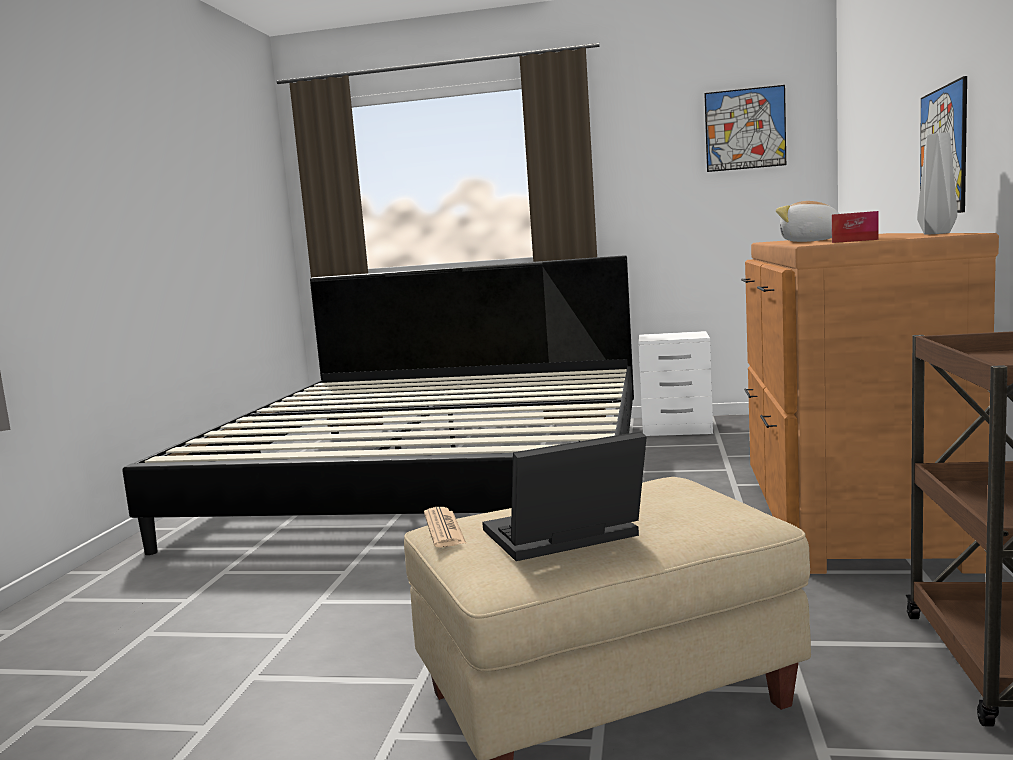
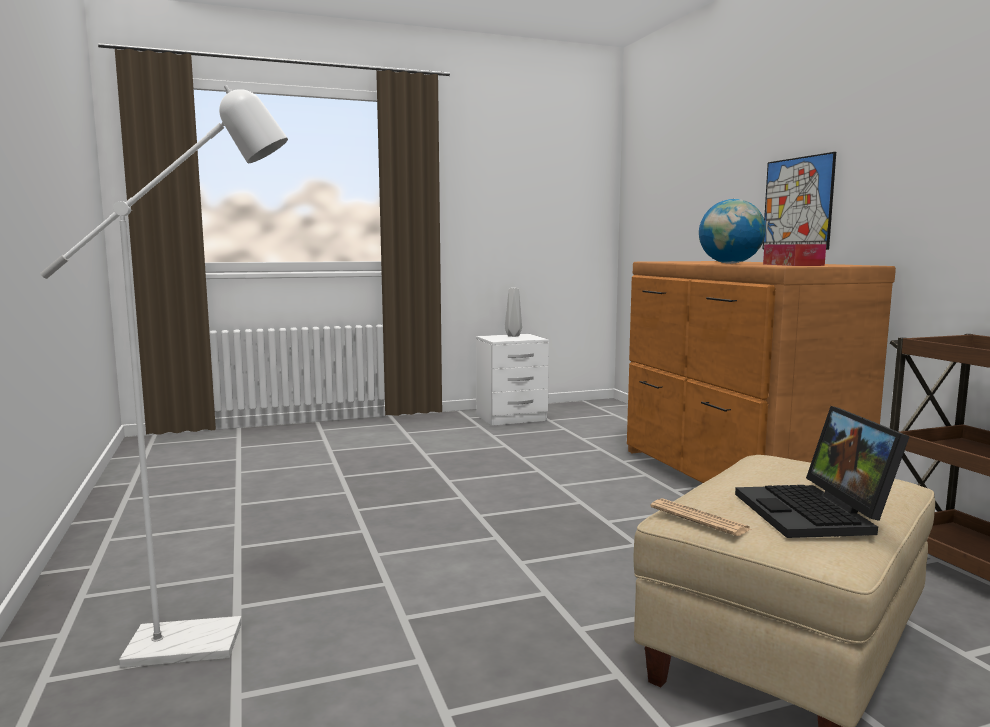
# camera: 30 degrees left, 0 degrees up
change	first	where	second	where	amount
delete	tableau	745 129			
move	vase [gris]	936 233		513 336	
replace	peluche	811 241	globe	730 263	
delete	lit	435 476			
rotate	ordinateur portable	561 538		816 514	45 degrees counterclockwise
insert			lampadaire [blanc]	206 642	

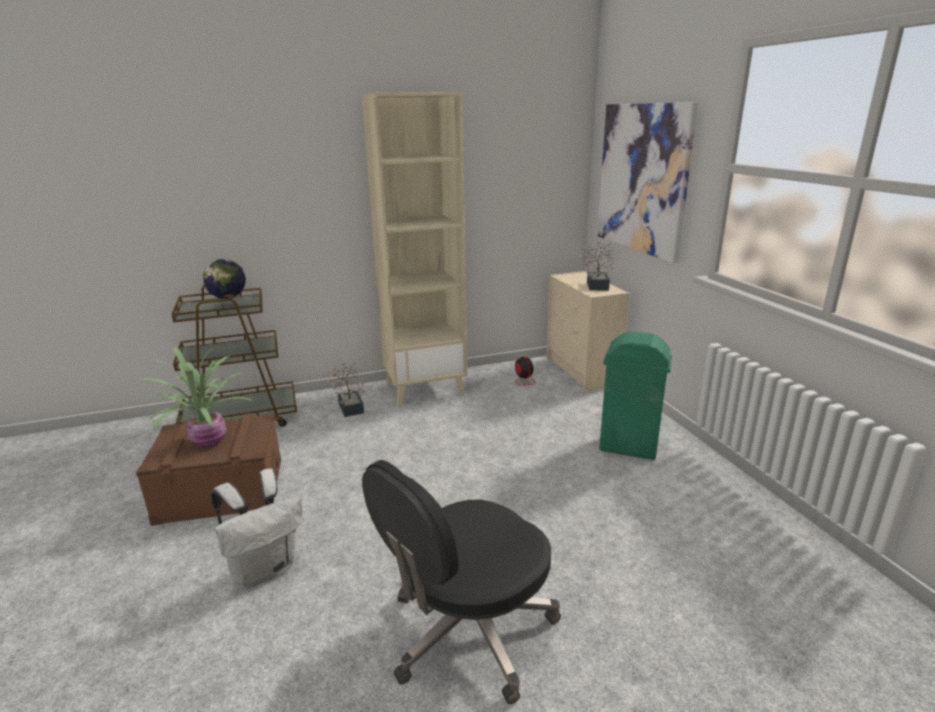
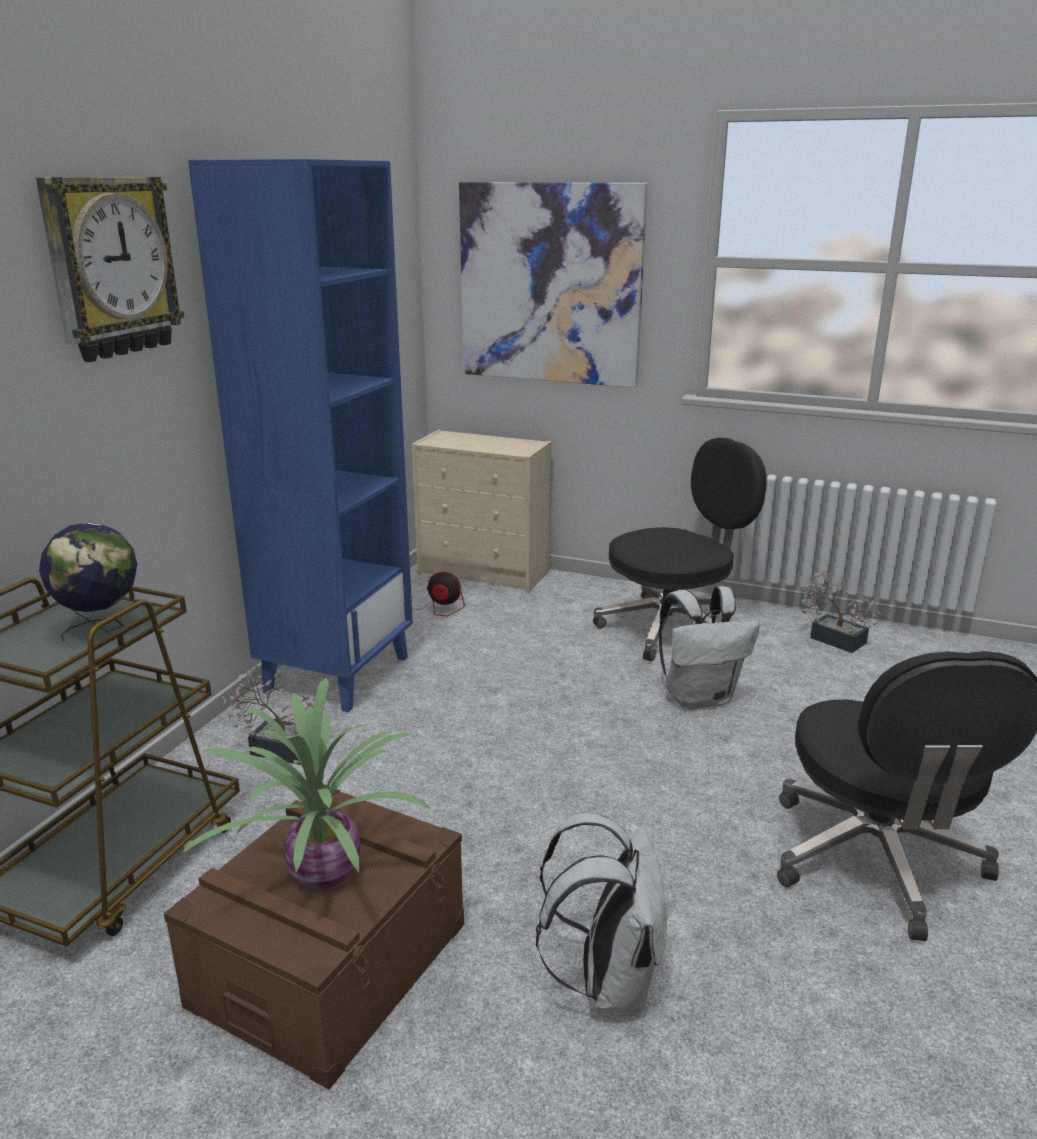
# camera: 50 degrees left, 0 degrees up
change	first	where	second	where	amount
recolor	bibliothèque [beige]	425 388	bibliothèque [bleu]	337 673	
move	plante en pot	597 285		832 638	
replace	poubelle [vert]	629 448	chaise de bureau [noir]	673 628	
insert			horloge murale	111 267	
insert			sac à dos [blanc]	700 697	

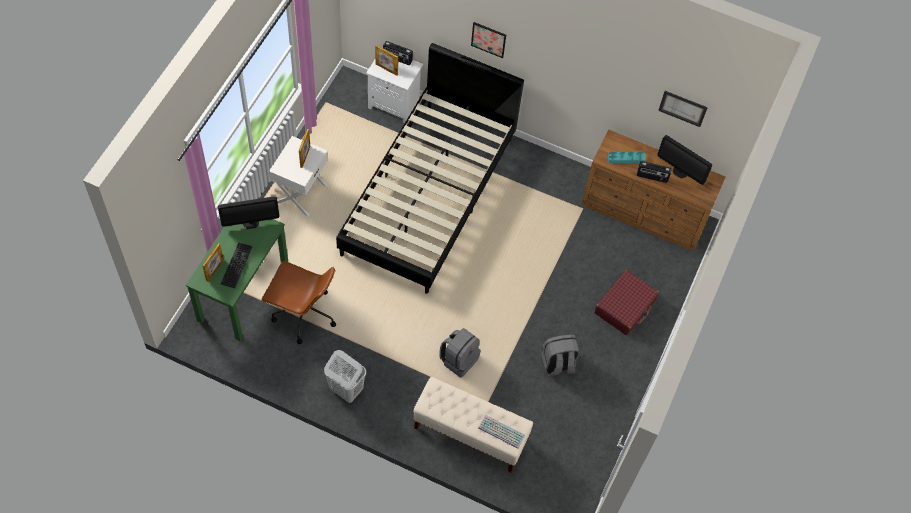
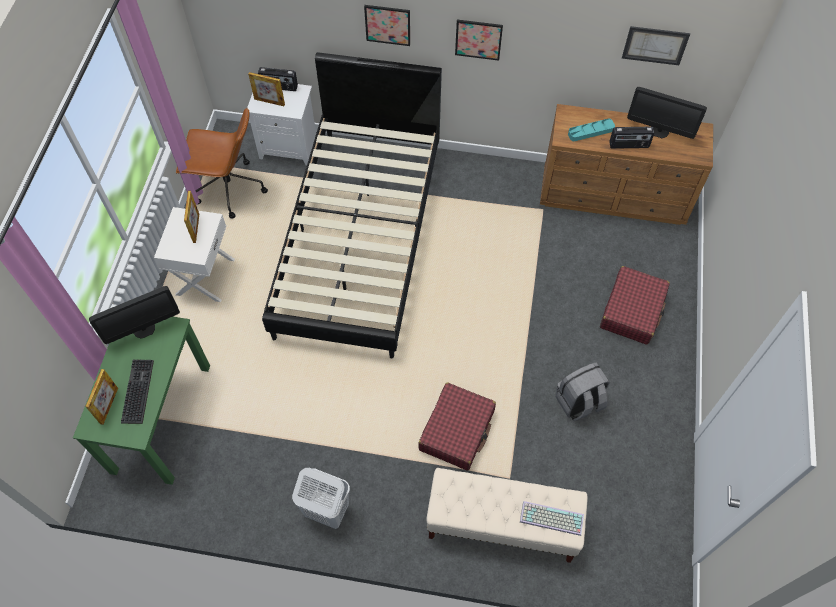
# camera: 10 degrees left, 0 degrees up
change	first	where	second	where	amount
move	chaise de bureau [marron]	303 314		228 189	
replace	sac à dos [gris]	459 359	valise [rouge]	457 430	
insert			tableau	478 39	

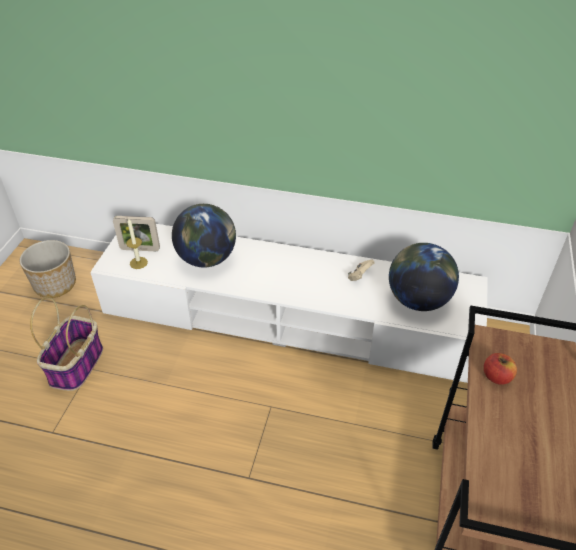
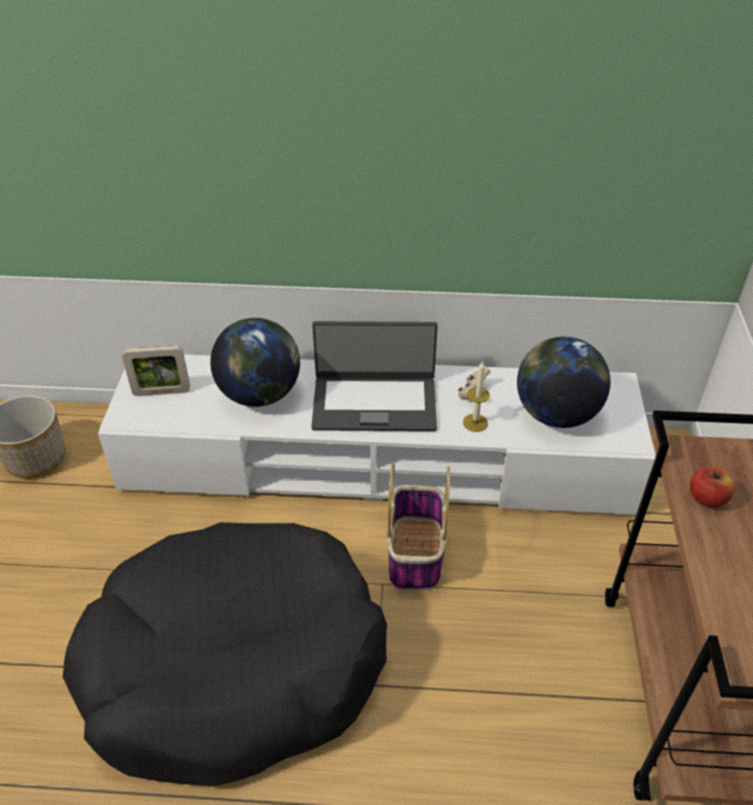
# camera: 10 degrees left, 0 degrees up
change	first	where	second	where	amount
move	bougie	138 263		475 423	
move	panier	76 366		416 555	
insert			ordinateur portable	374 403	
insert			panier pour chien [noir]	234 666	

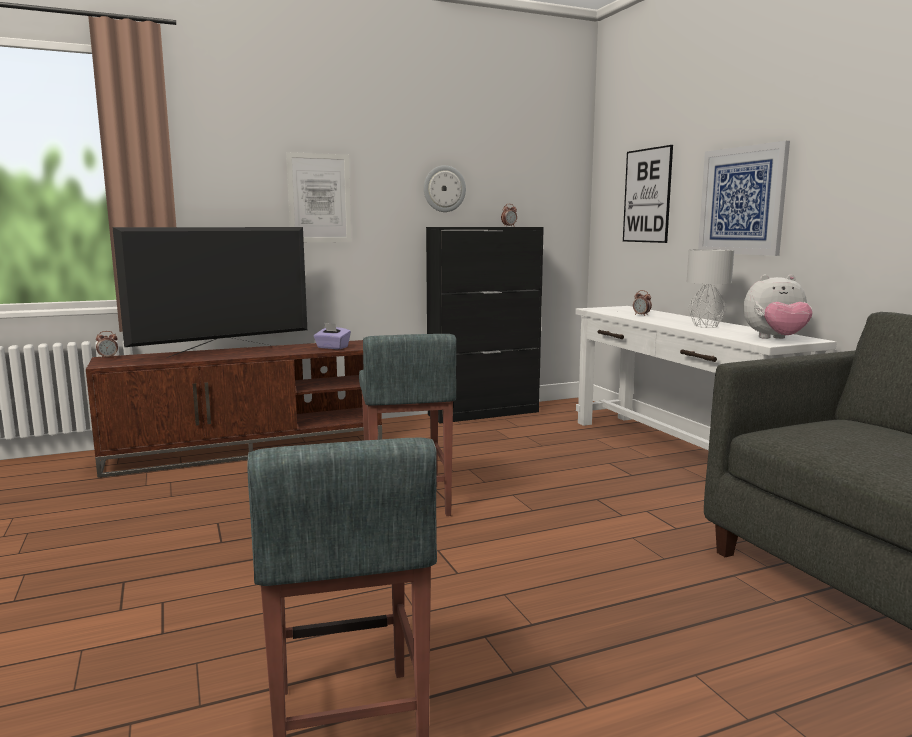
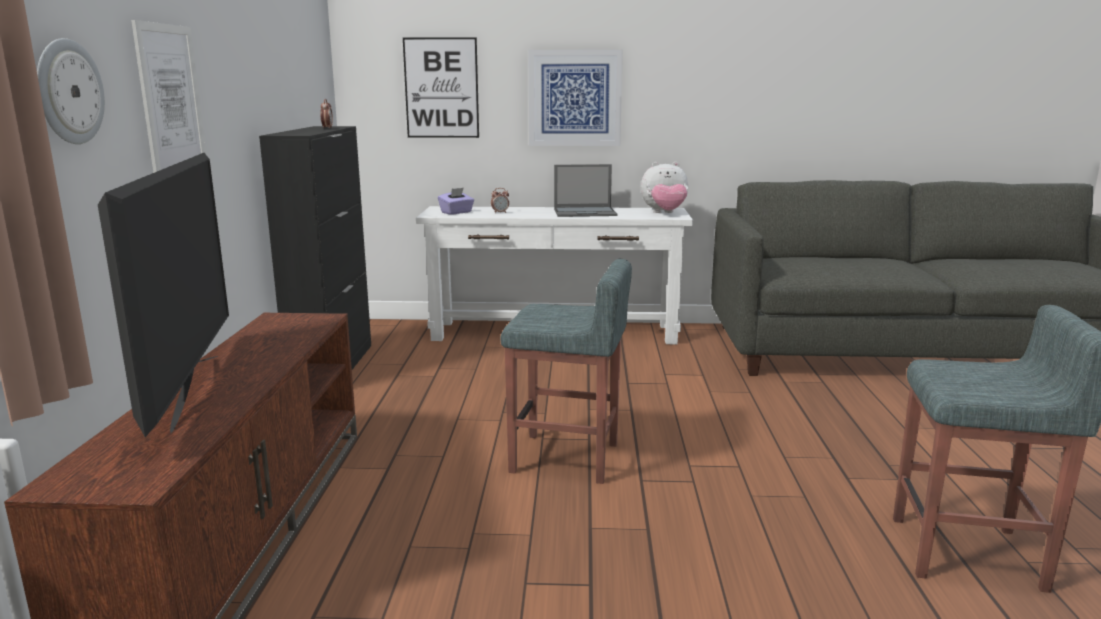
# camera: 65 degrees left, 5 degrees up
change	first	where	second	where	amount
move	horloge murale	444 189		68 92	
replace	lampe de table [gris]	706 326	ordinateur portable	585 212	
rotate	peluche	775 339		664 213	60 degrees clockwise
move	boîte à mouchoirs [violet]	332 347		456 212	
delete	réveil	108 358			

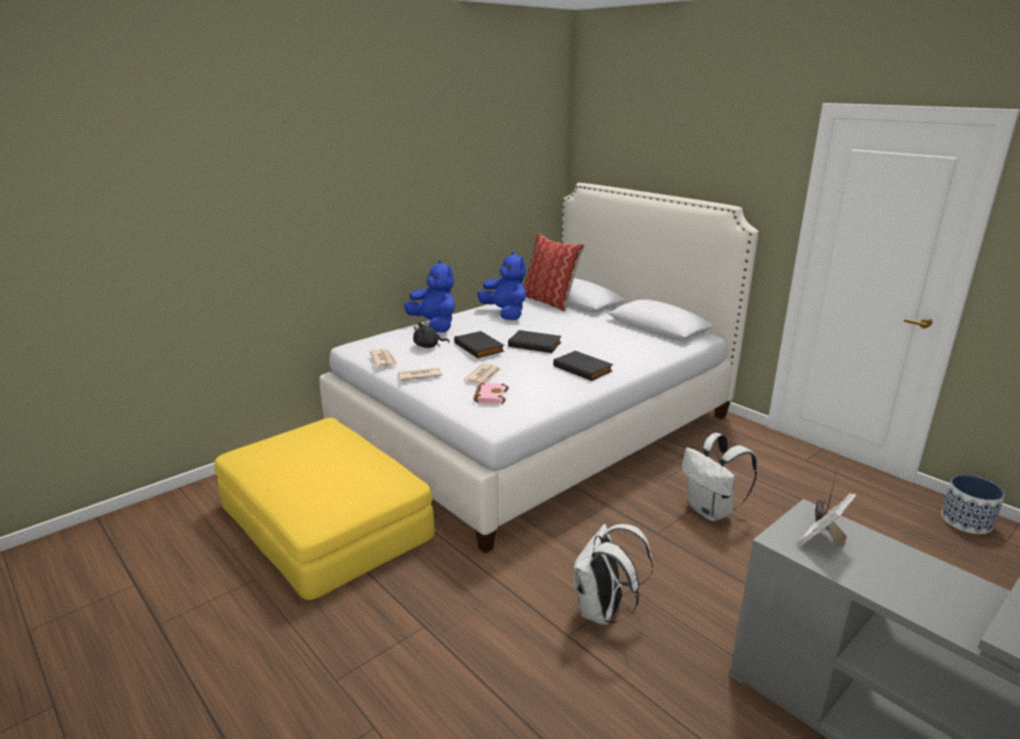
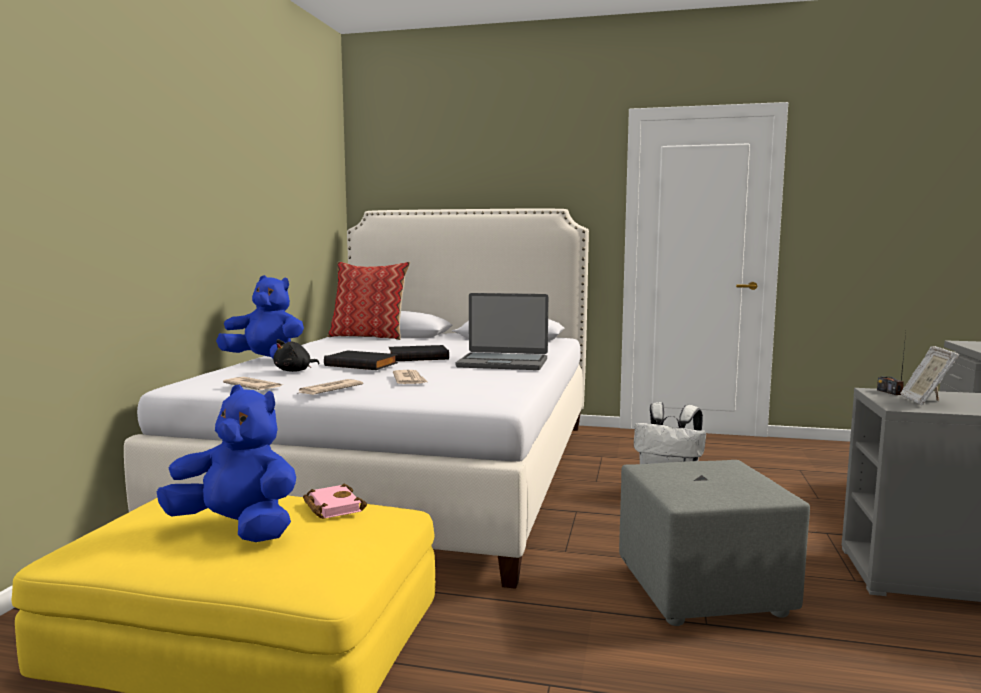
# camera: 35 degrees left, 15 degrees down
change	first	where	second	where	amount
move	peluche [bleu]	505 314		237 529	
replace	livre [noir]	584 368	ordinateur portable	503 363	
move	livre [rose]	490 396		331 506	
delete	cache-pot	965 521			
replace	sac à dos [blanc]	603 612	pouf [gris]	705 591	

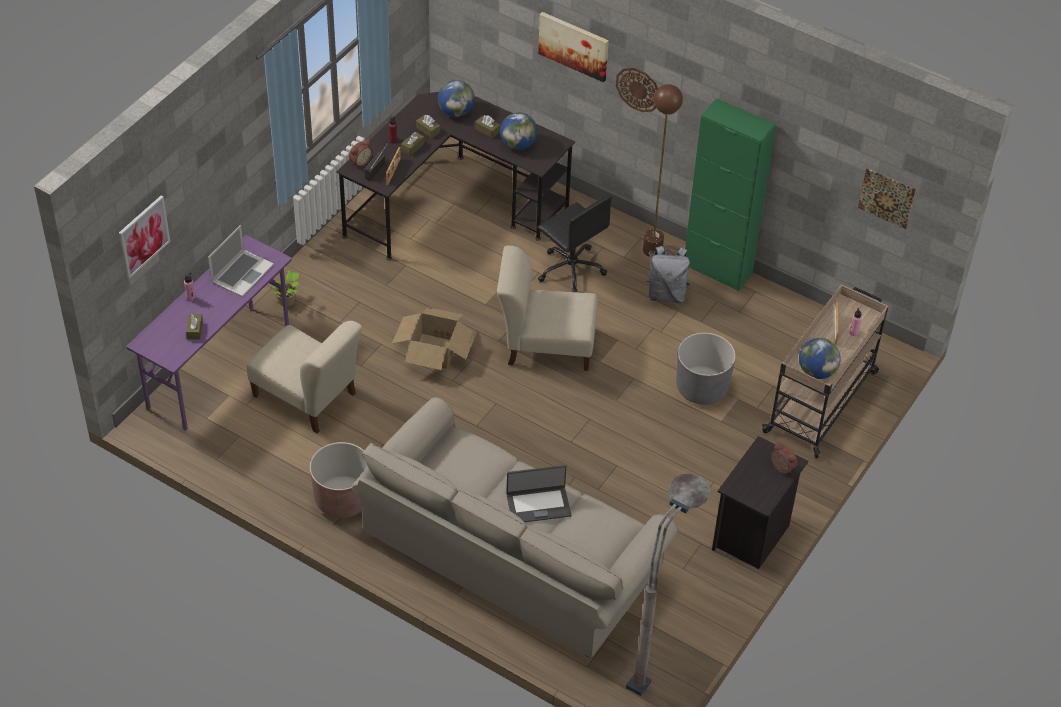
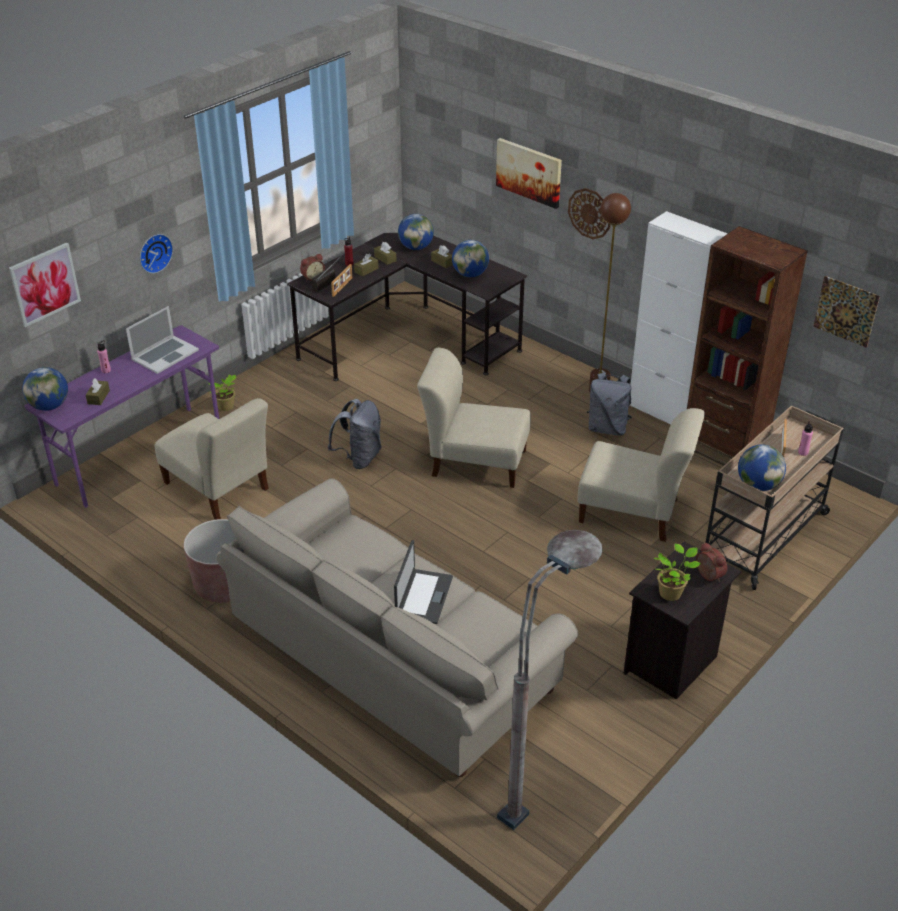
# camera: 10 degrees right, 10 degrees down
change	first	where	second	where	amount
recolor	meuble de rangement [vert]	717 269	meuble de rangement [blanc]	663 411	
delete	chaise de bureau [noir]	570 269			
replace	carton	434 350	sac à dos [gris]	359 458	
replace	cache-pot [gris]	701 387	chaise [beige]	633 513	
rotate	ordinateur portable	538 505		423 596	75 degrees counterclockwise
insert			bibliothèque [marron]	723 448	
insert			horloge murale	154 252	
insert			globe	49 406	
insert			plante en pot	671 593	

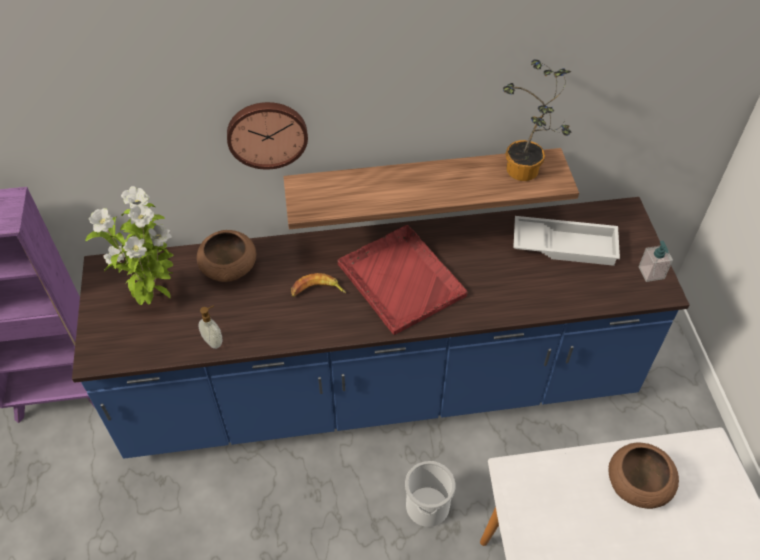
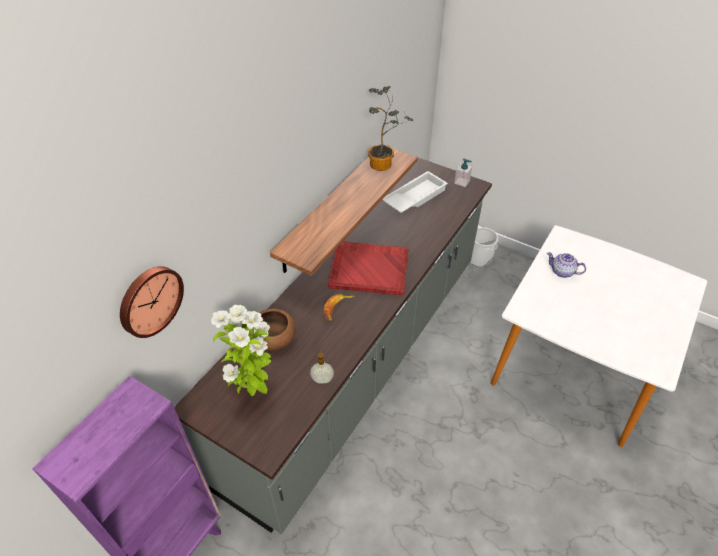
# camera: 50 degrees left, 5 degrees down
change	first	where	second	where	amount
move	horloge murale	267 133		149 300	
recolor	comptoir de cuisine [bleu]	380 387	comptoir de cuisine [gris]	359 364	
replace	bol [marron]	637 486	théière	562 272	
move	seau	427 506		480 258	

